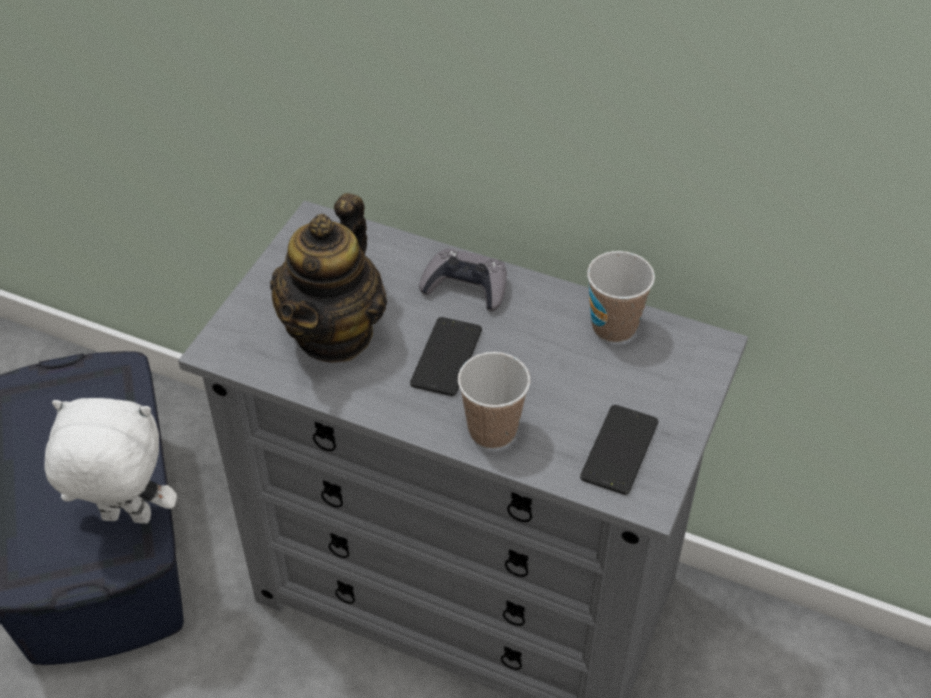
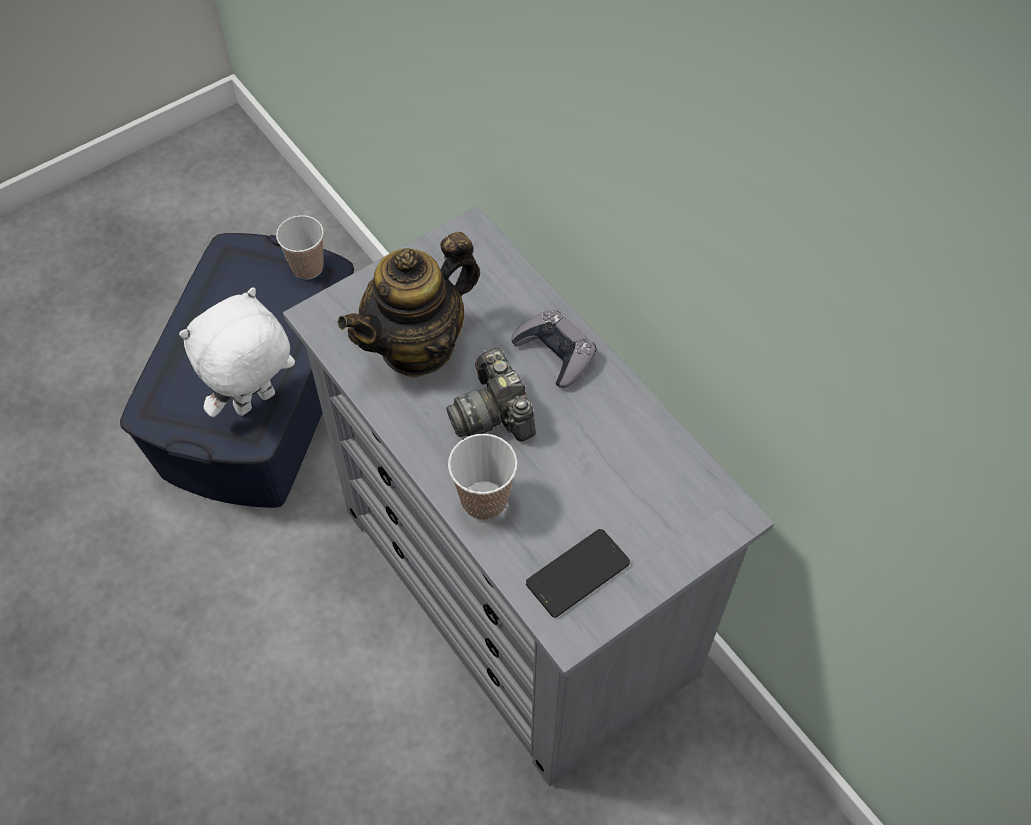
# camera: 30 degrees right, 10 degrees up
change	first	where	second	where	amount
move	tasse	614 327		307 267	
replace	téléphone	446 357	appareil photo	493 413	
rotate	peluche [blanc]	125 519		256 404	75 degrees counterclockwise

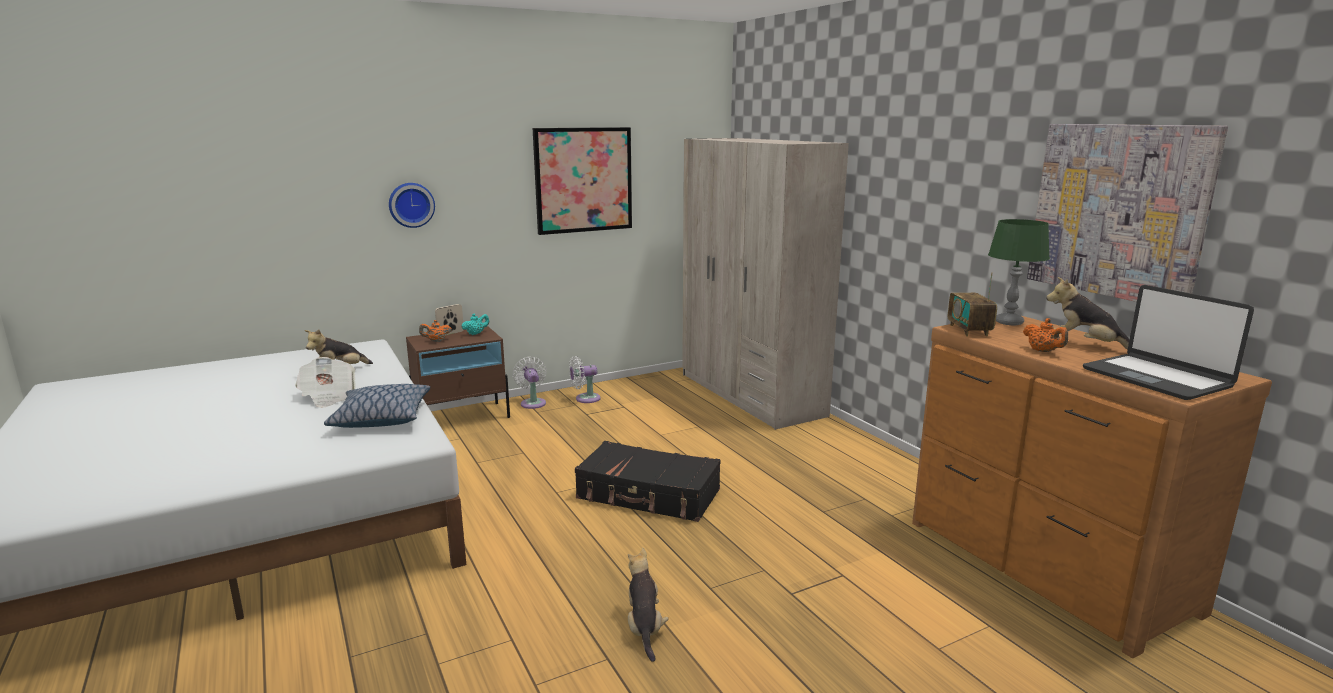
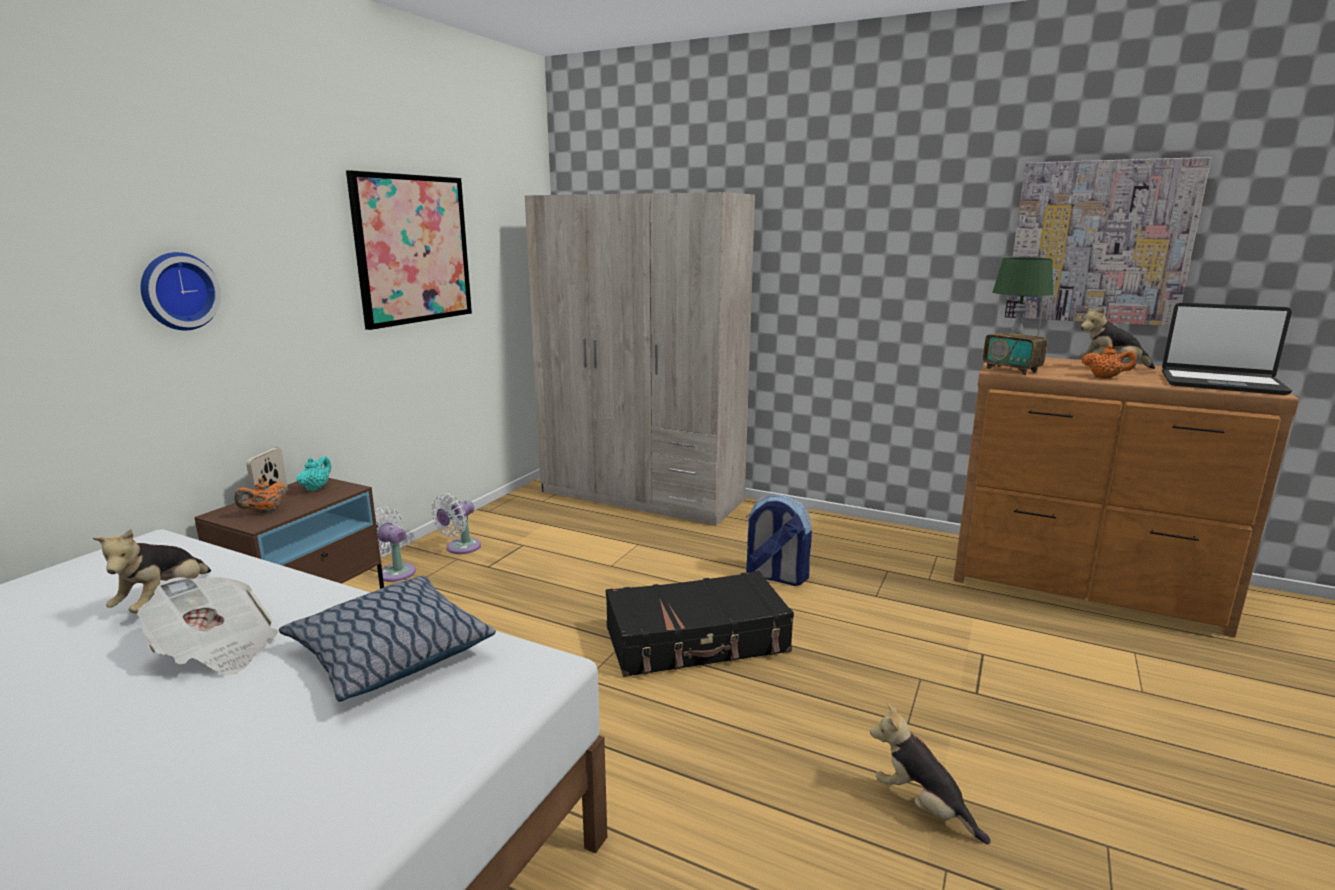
# camera: 35 degrees left, 0 degrees up
change	first	where	second	where	amount
insert			sac à dos	775 577	

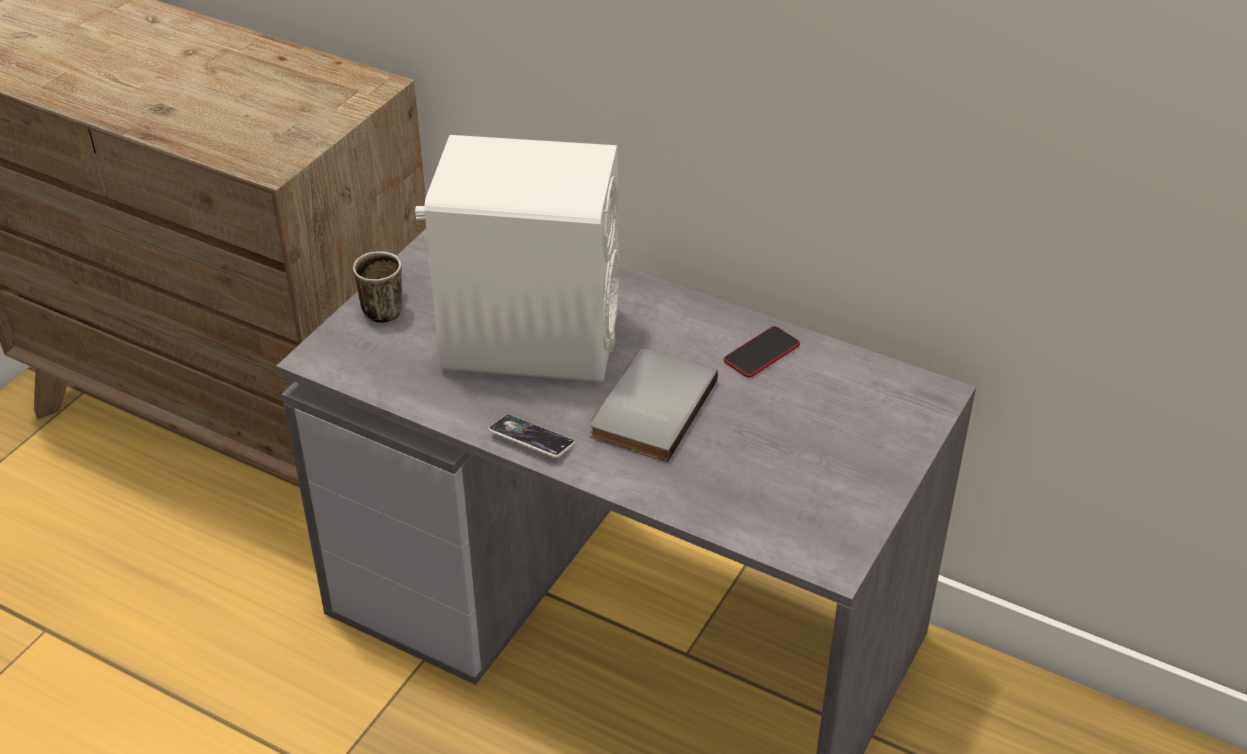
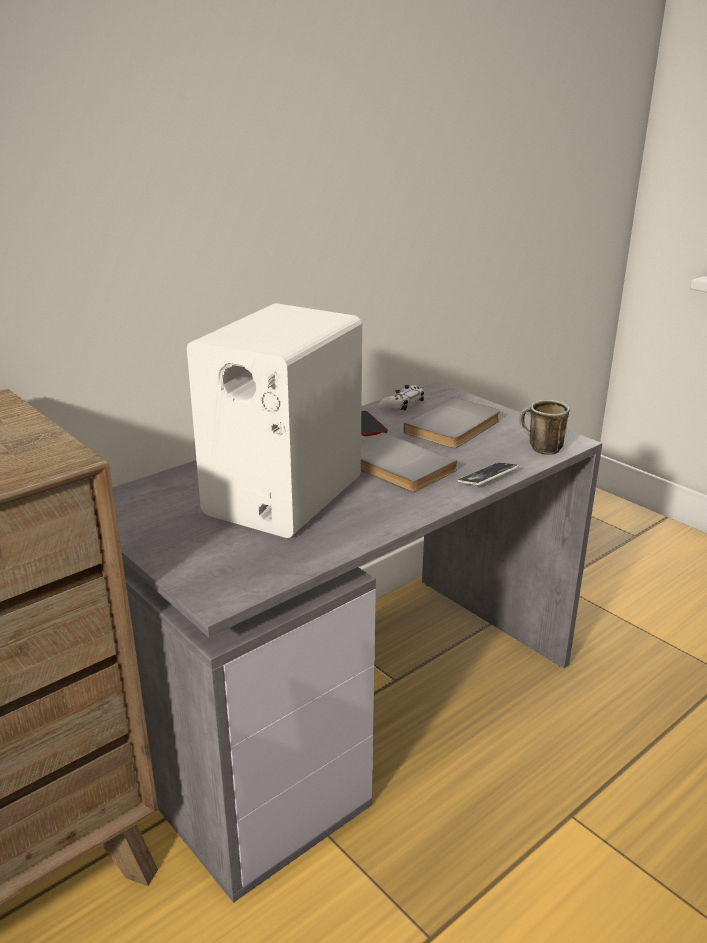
# camera: 70 degrees left, 15 degrees down
change	first	where	second	where	amount
move	mug	384 307		539 448	
move	téléphone	531 440		487 477	
insert			manette [blanc]	402 405	
insert			livre [gris]	456 427	

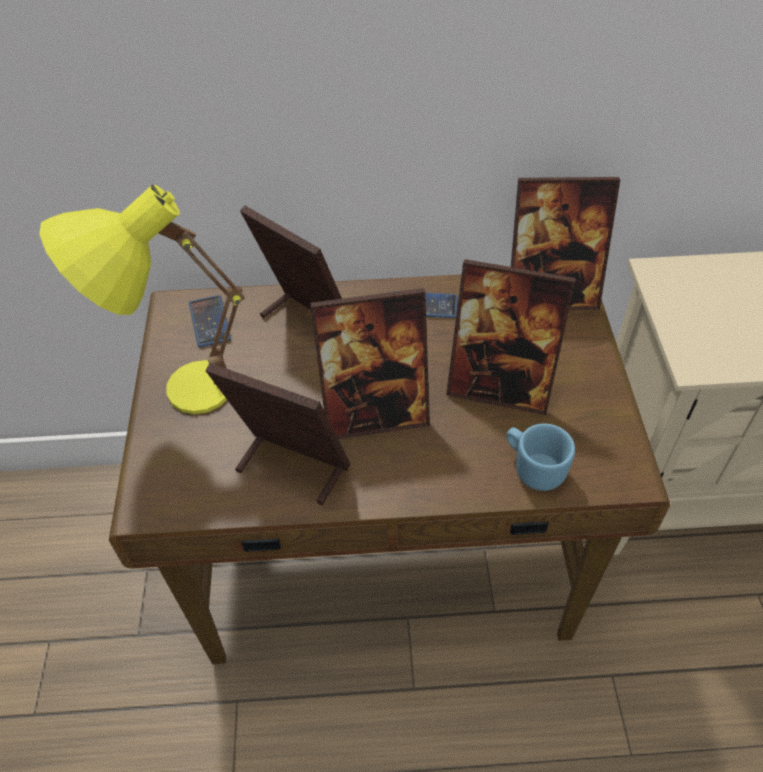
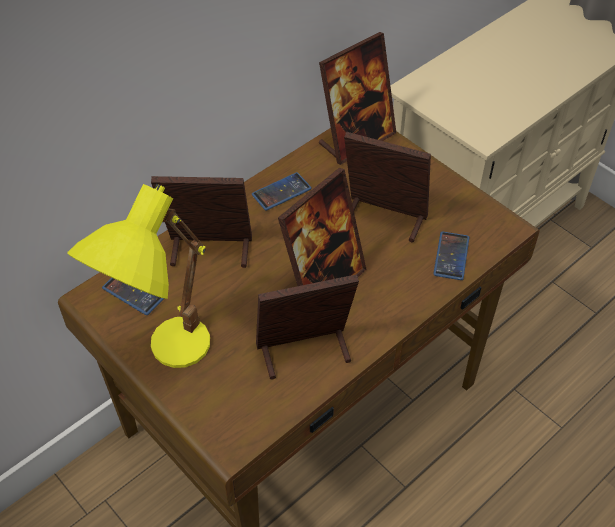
# camera: 40 degrees left, 0 degrees up
change	first	where	second	where	amount
rotate	cadre photo	499 387		384 219	135 degrees counterclockwise
replace	mug [bleu]	533 467	téléphone	451 256	

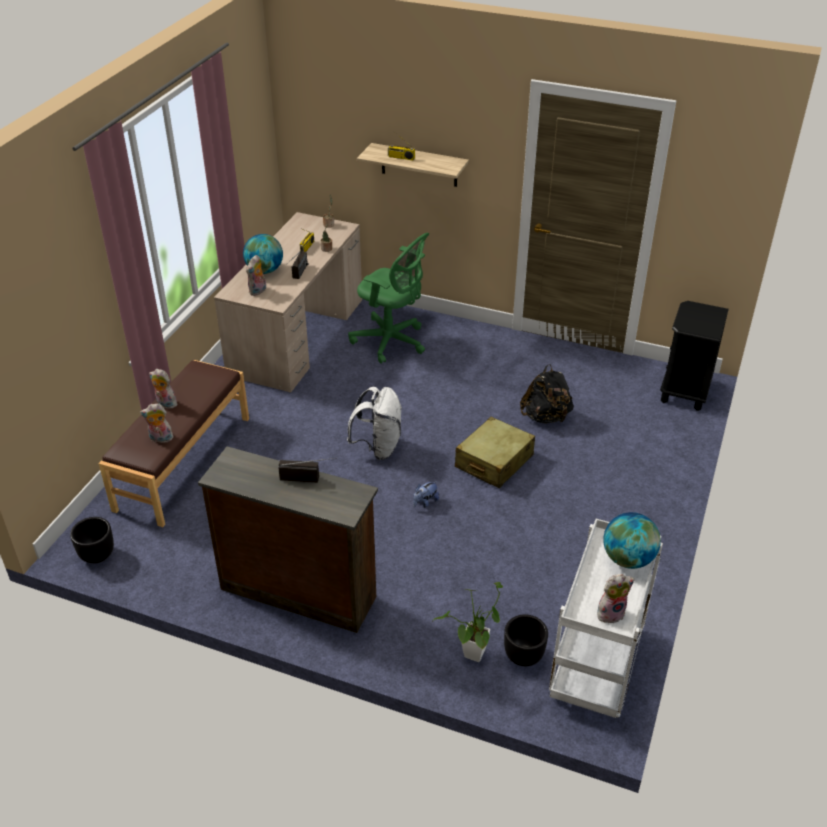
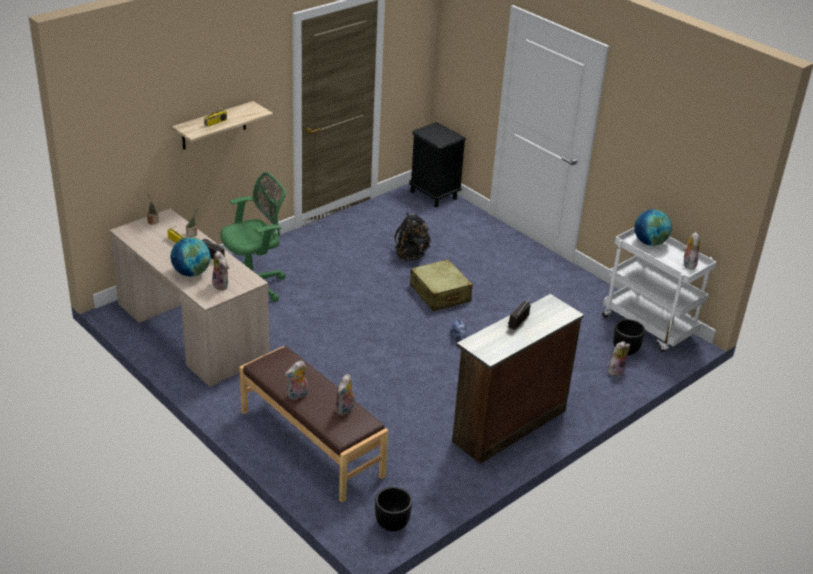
# camera: 65 degrees left, 5 degrees down
change	first	where	second	where	amount
delete	sac à dos [blanc]	378 447			
replace	plante en pot	472 658	peluche	615 370	

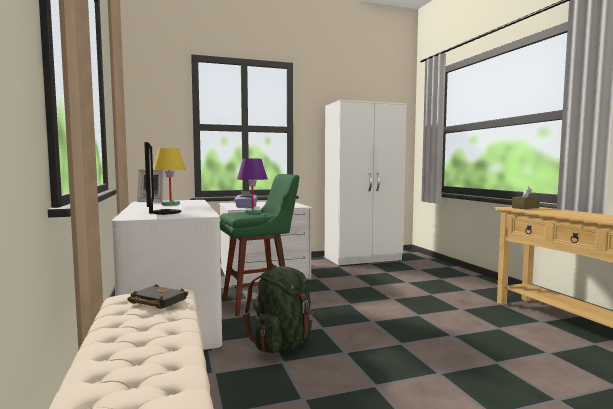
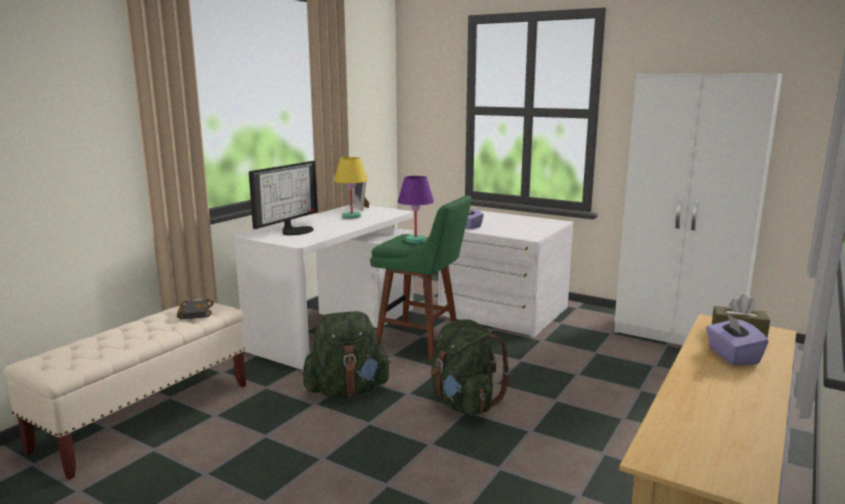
# camera: 50 degrees right, 10 degrees up
change	first	where	second	where	amount
insert			boîte à mouchoirs [violet]	732 356	
insert			sac à dos [vert]	464 404	

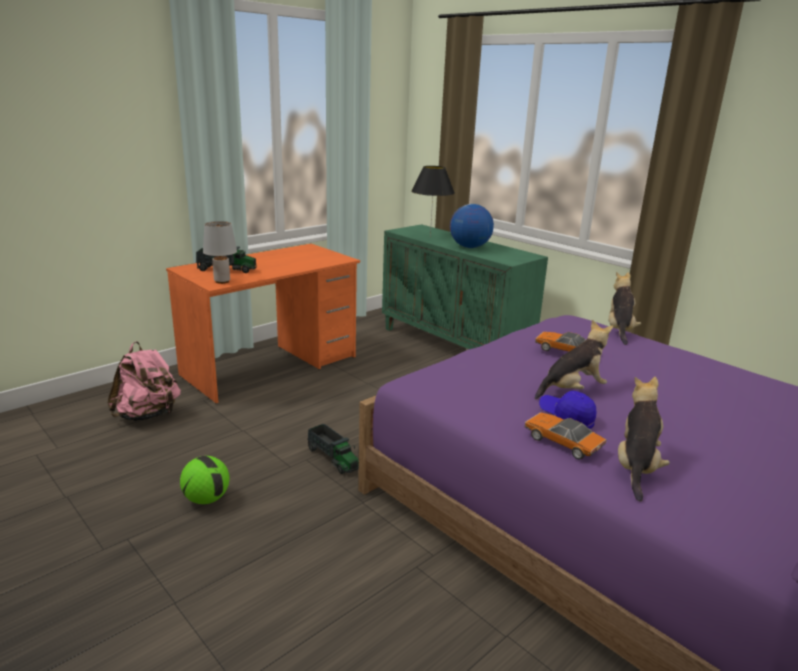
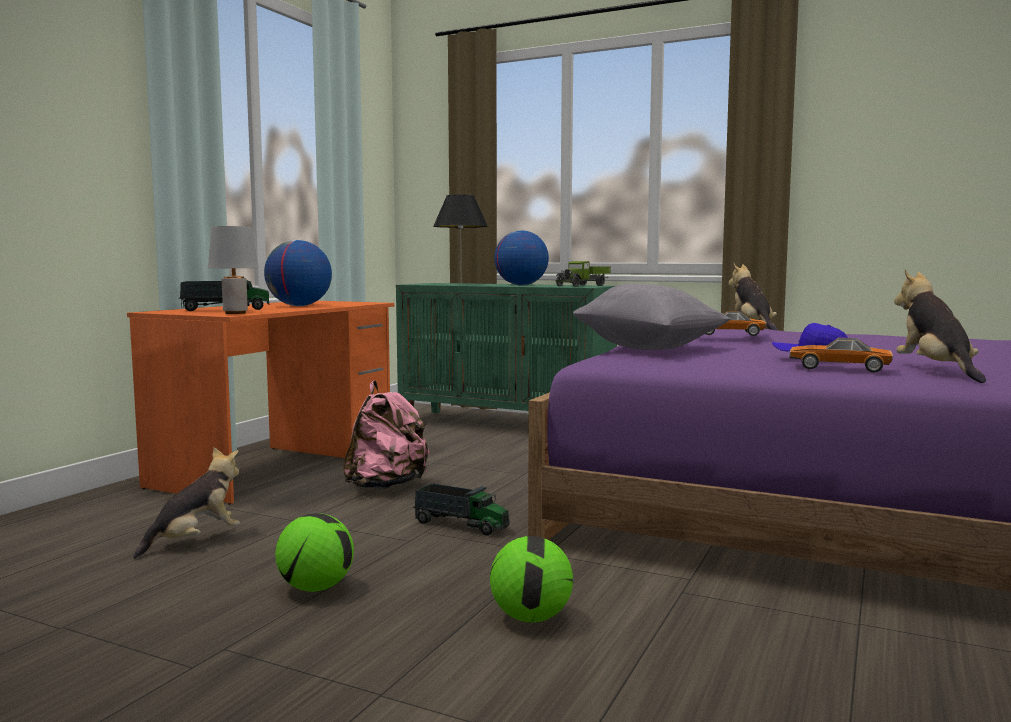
# camera: 20 degrees left, 15 degrees down
change	first	where	second	where	amount
move	peluche	572 390		195 541	
move	sac à dos [rose]	148 415		386 487	
insert			globe	299 306	
insert			camion jouet	583 285	
insert			coussin [gris]	650 349	
insert			ballon de foot	531 618	

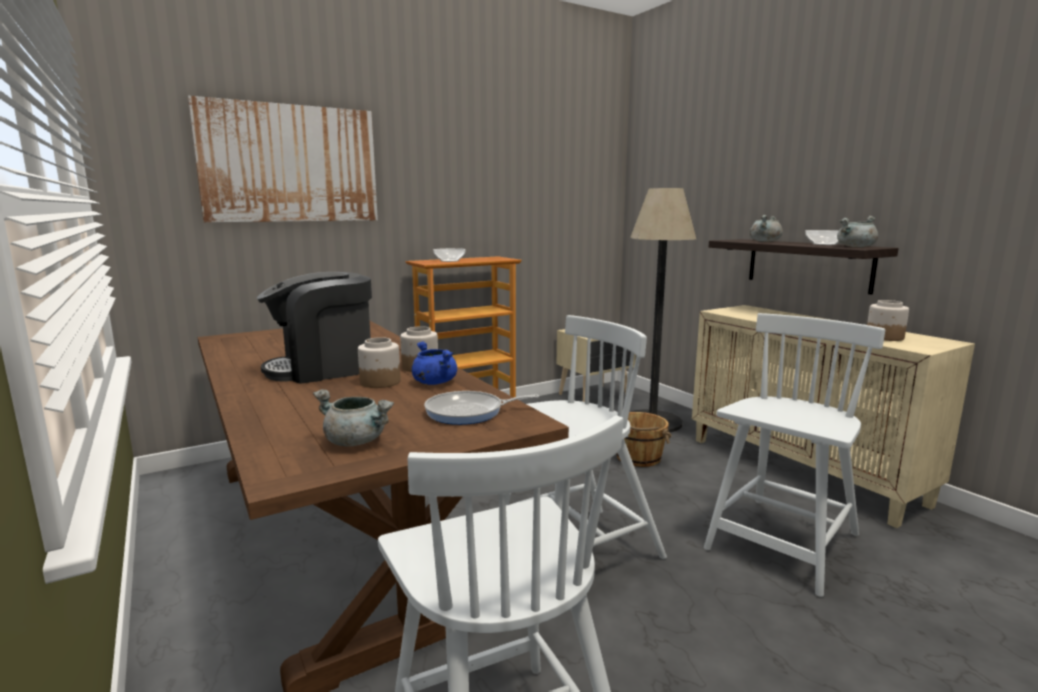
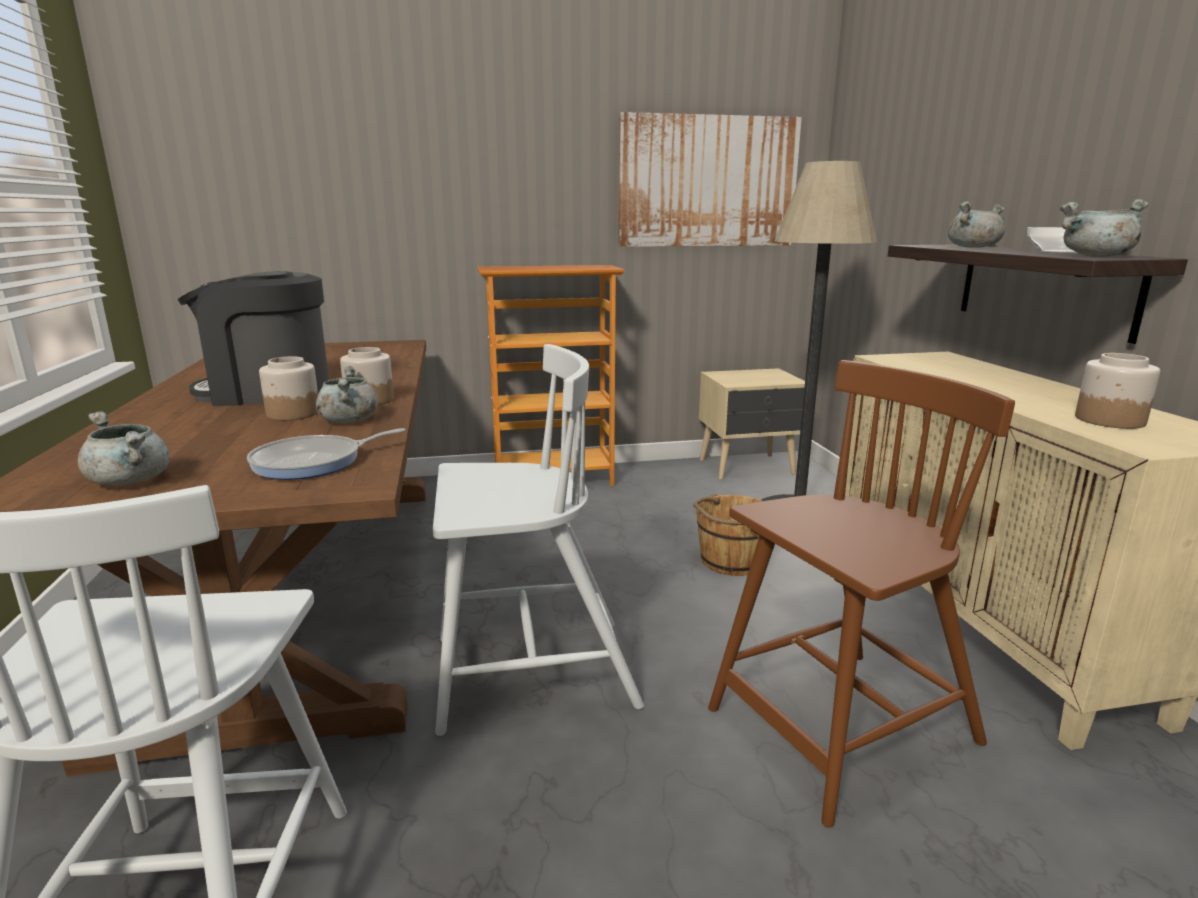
# camera: 20 degrees right, 5 degrees up
change	first	where	second	where	amount
move	tableau	290 164		708 182	
delete	bol	449 261			
recolor	chaise [blanc]	782 544	chaise [marron]	839 729	
recolor	marmite [bleu]	433 382	marmite [gris]	348 420	
rotate	poêle	469 412		313 463	45 degrees counterclockwise

